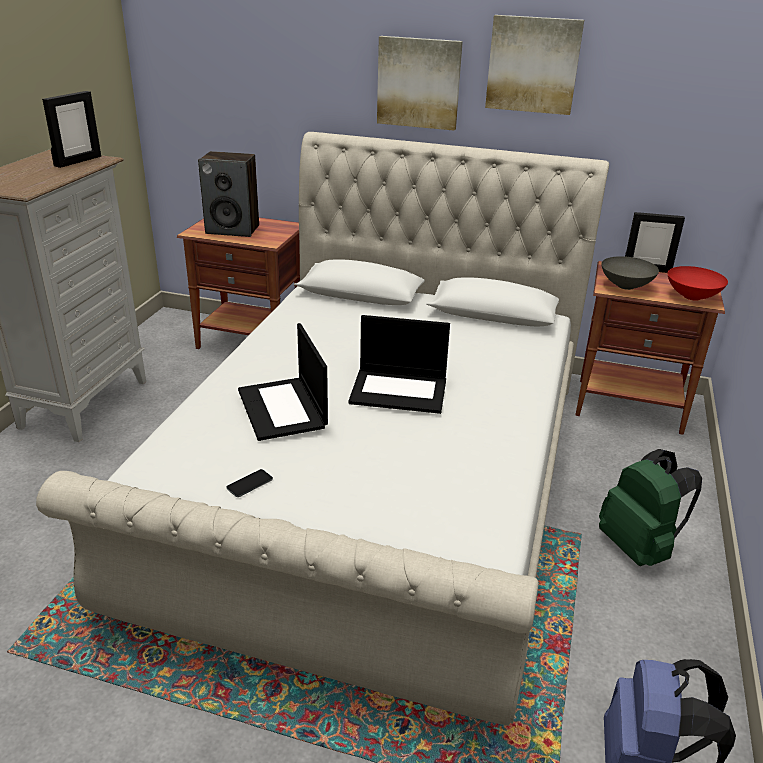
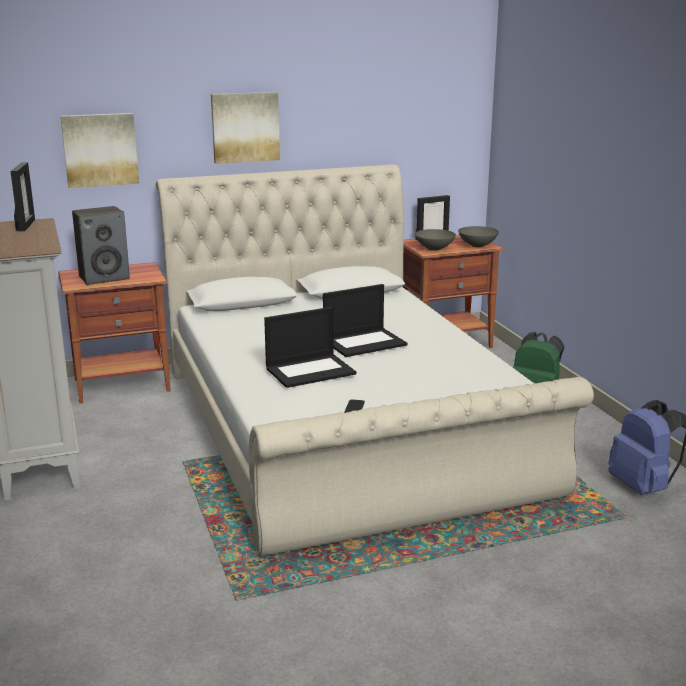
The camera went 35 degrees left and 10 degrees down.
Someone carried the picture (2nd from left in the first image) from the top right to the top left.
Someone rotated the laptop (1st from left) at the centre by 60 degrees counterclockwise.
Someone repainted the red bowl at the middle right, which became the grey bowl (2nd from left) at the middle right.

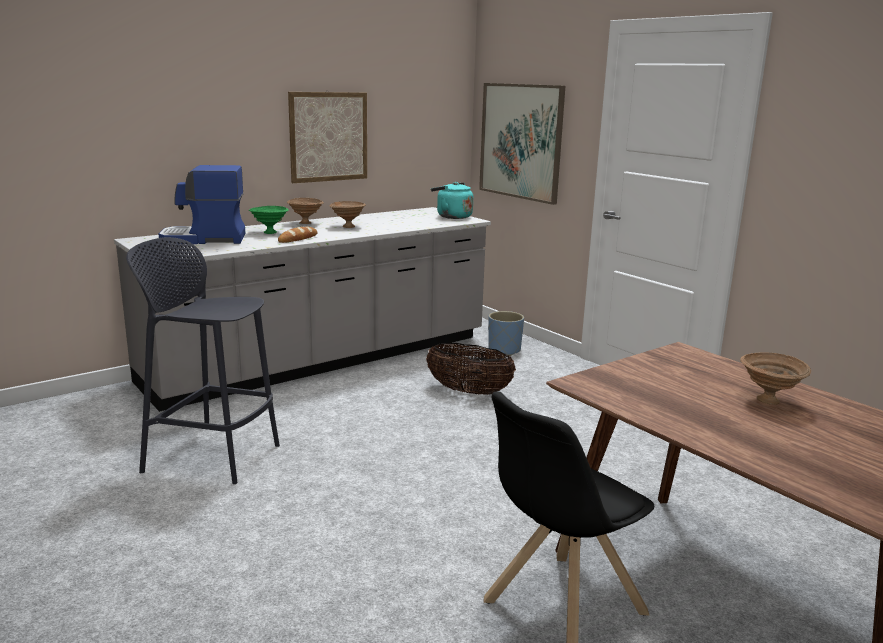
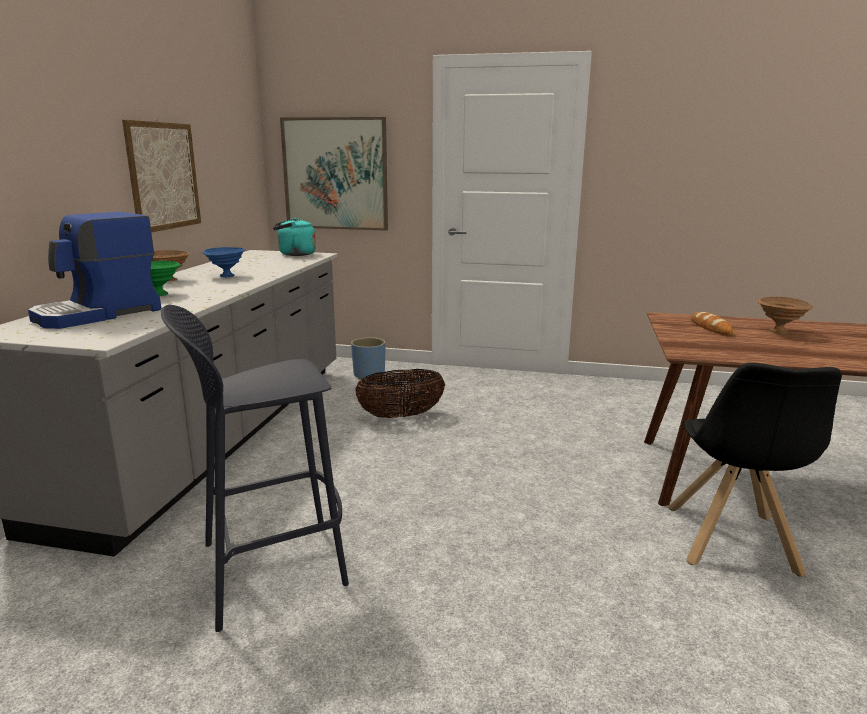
The camera went 40 degrees left and 0 degrees up.
Someone repainted the brown bowl (2nd from left) at the top centre, which became the blue bowl at the middle left.
Someone carried the bread from the centre to the middle right.

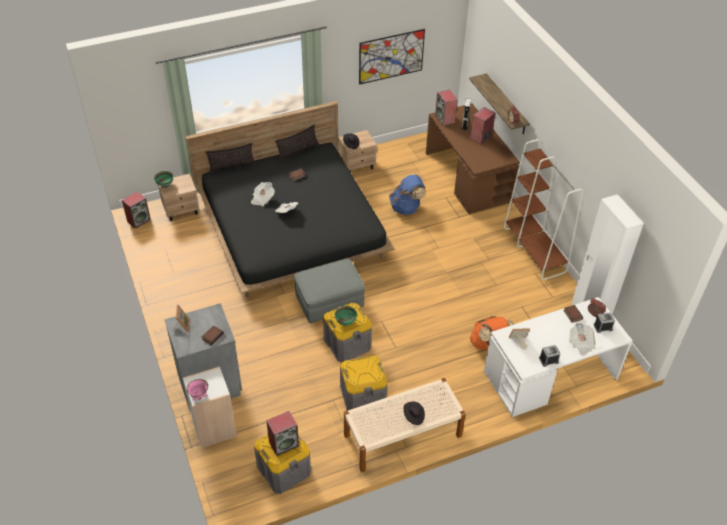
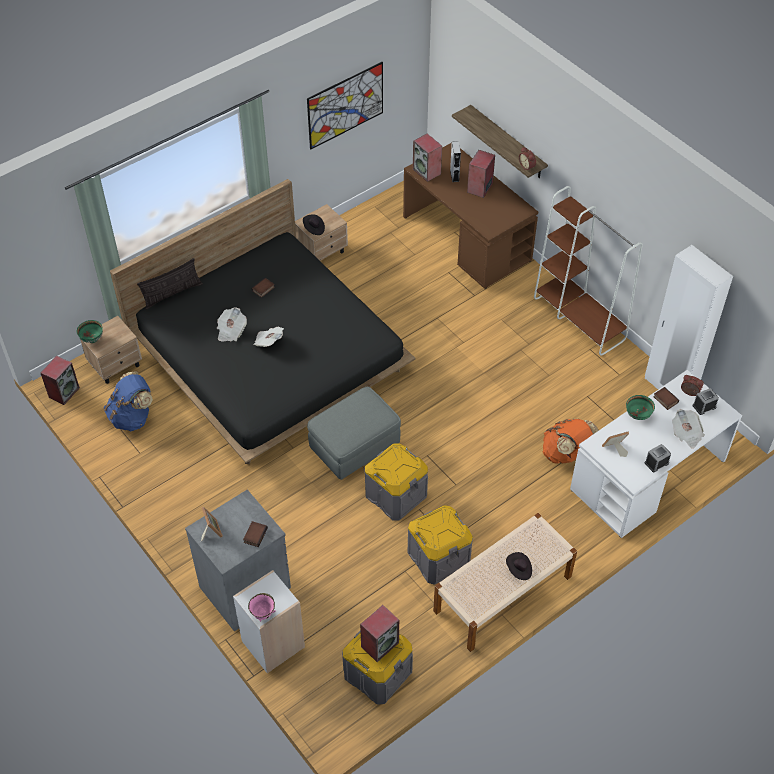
The camera went 15 degrees left and 5 degrees up.
Someone carried the blue backpack from the centre to the middle left.
Someone carried the green bowl (2nd from left) from the centre to the middle right.
Someone took away the pillow (2nd from left) at the top centre.

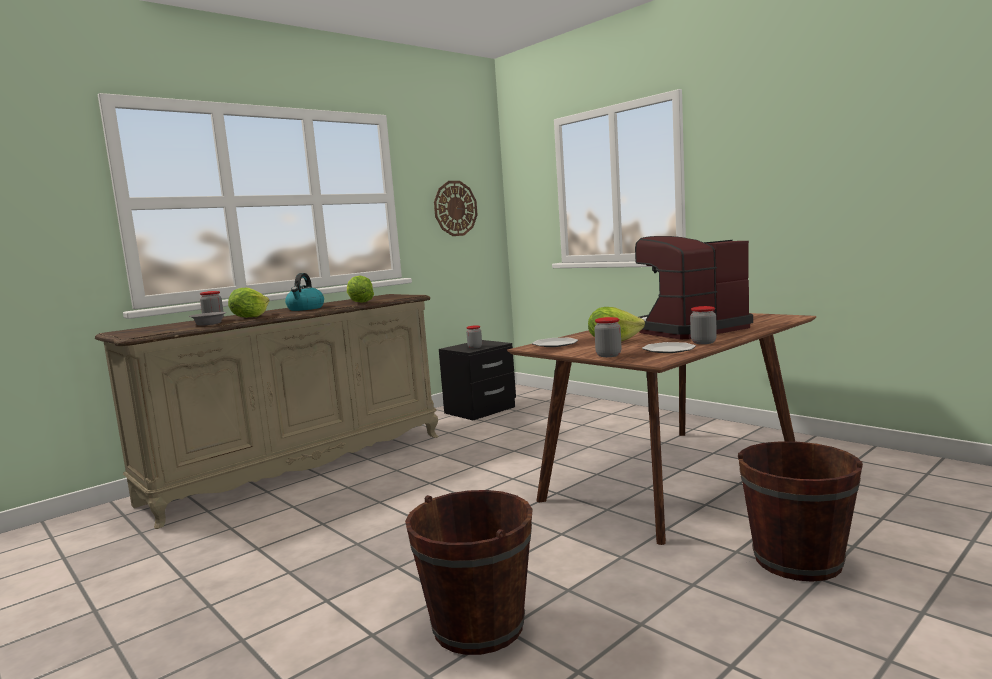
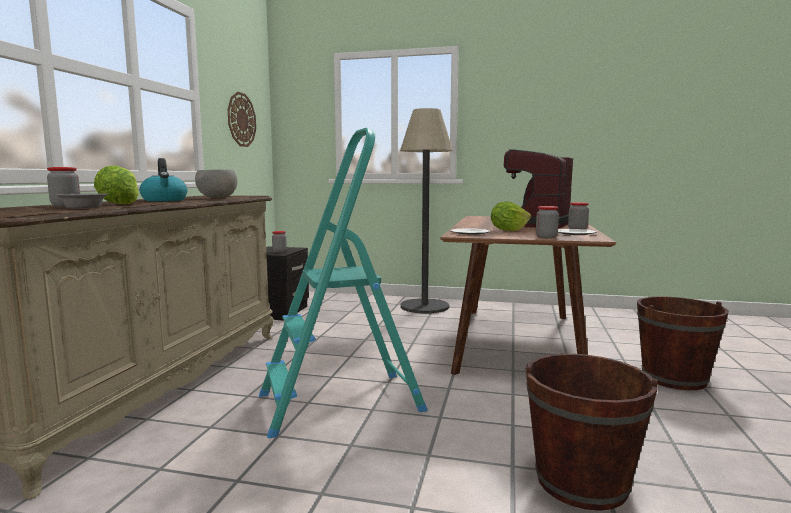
The camera went 35 degrees left and 0 degrees up.
Someone swapped the lettuce (2nd from left) at the centre for the grey bowl (2nd from left) at the middle left.
Someone put down the turquoise step ladder at the centre.
Someone put down the floor lamp at the centre.

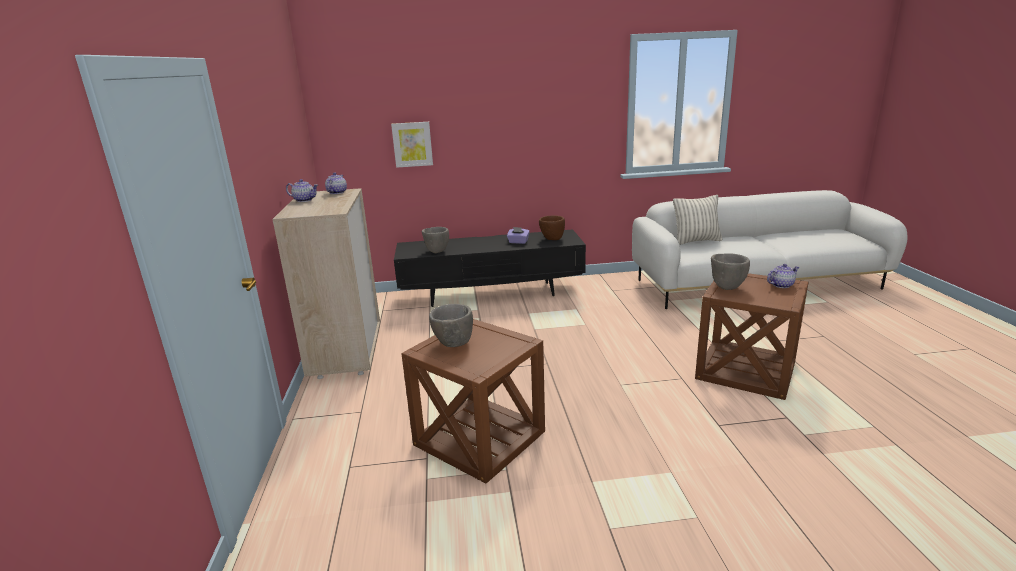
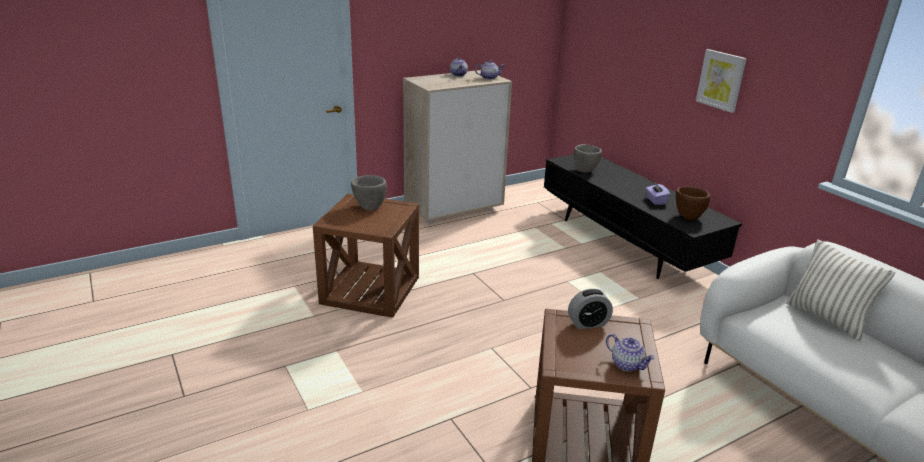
The camera went 65 degrees right and 5 degrees up.
Someone swapped the grey bowl (3rd from left) at the middle right for the alarm clock at the bottom centre.
Someone carried the picture from the top centre to the top right.

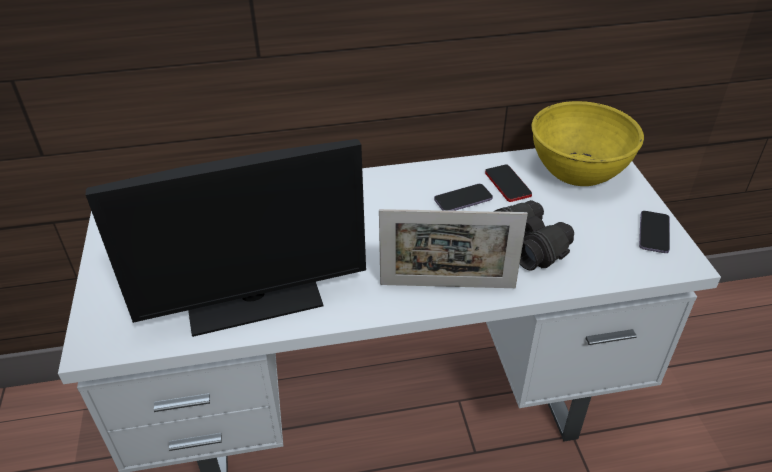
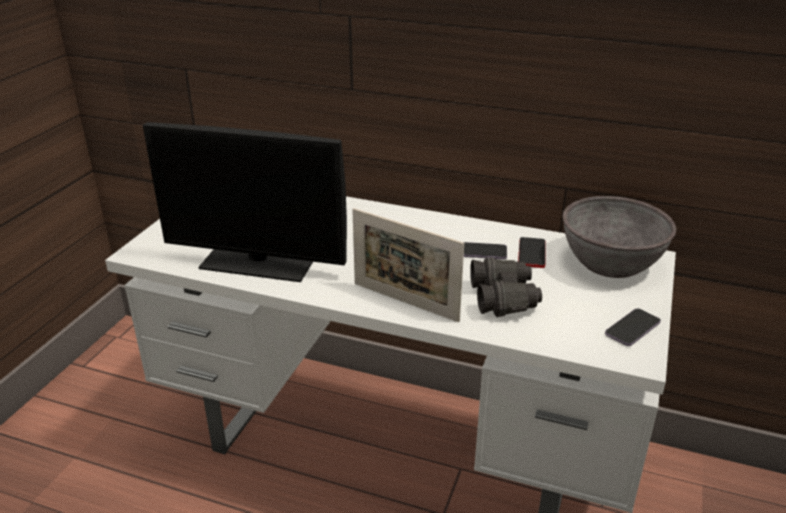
The camera went 30 degrees right and 10 degrees down.
Someone repainted the yellow bowl at the top right, which became the grey bowl at the middle right.

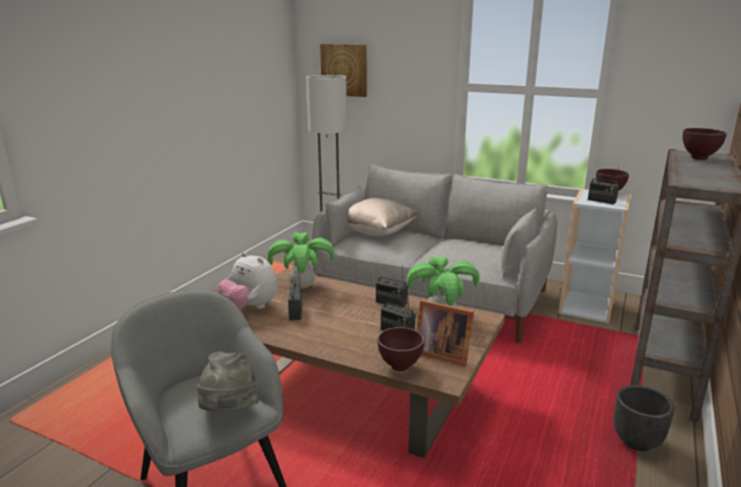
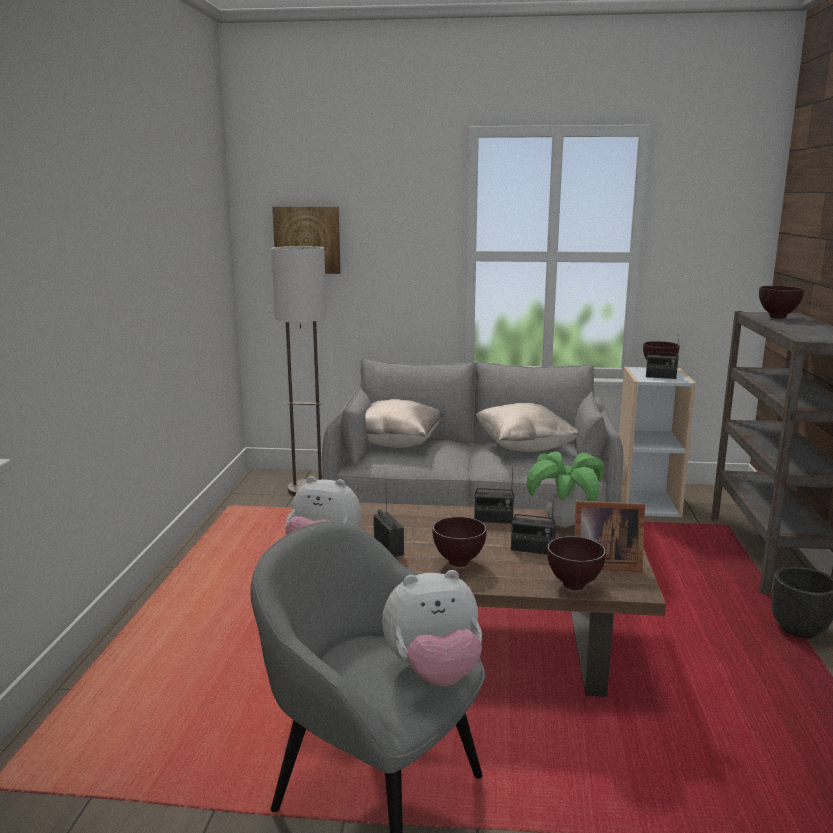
The camera went 20 degrees left and 5 degrees down.
Someone swapped the grey hat at the bottom left for the plush toy (2nd from left) at the bottom centre.
Someone put down the brown bowl (1st from left) at the centre.
Someone put down the beige pillow (2nd from left) at the centre.
Someone took away the potted plant (1st from left) at the centre.

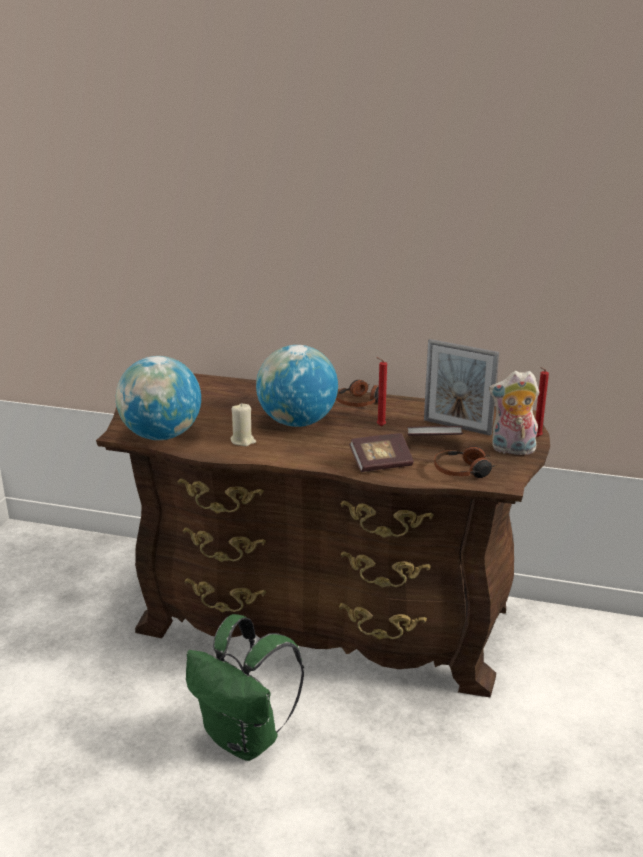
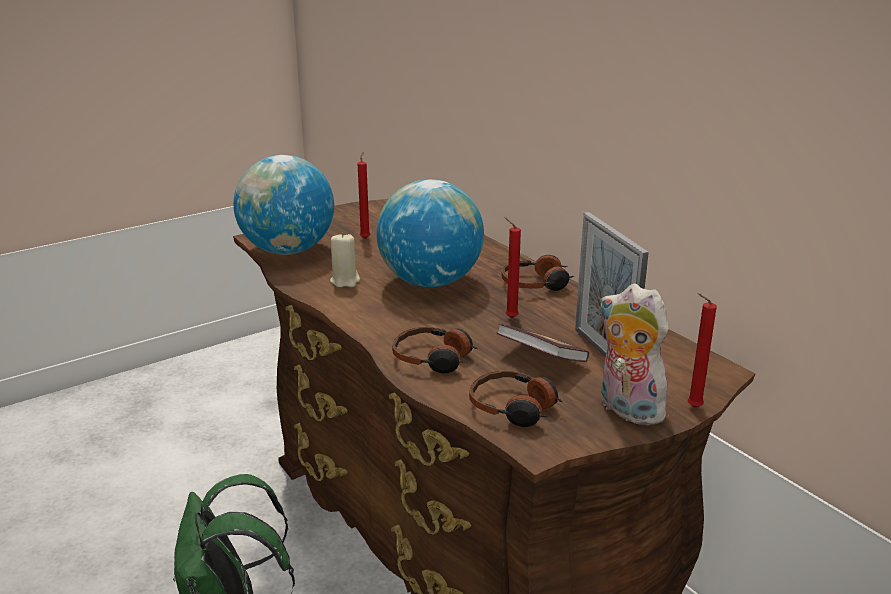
The camera went 40 degrees right and 0 degrees up.
Someone put down the red candle (1st from left) at the top centre.
Someone swapped the book (1st from left) at the centre for the headphones (1st from left) at the centre.

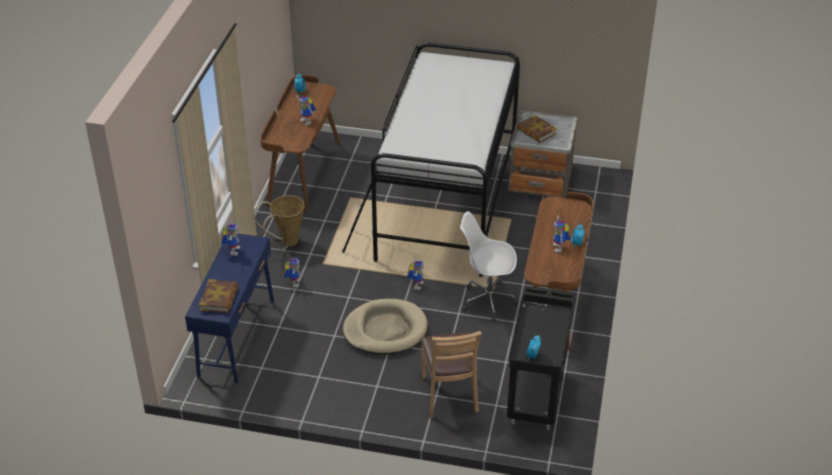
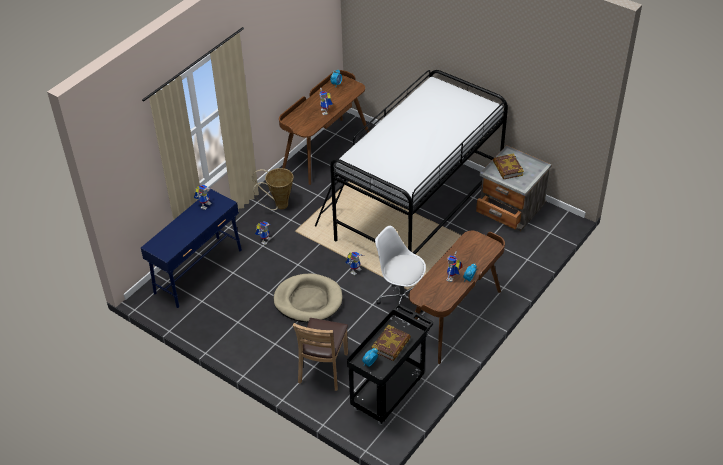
The camera went 25 degrees right and 5 degrees up.
Someone carried the book (1st from left) from the middle left to the bottom centre.

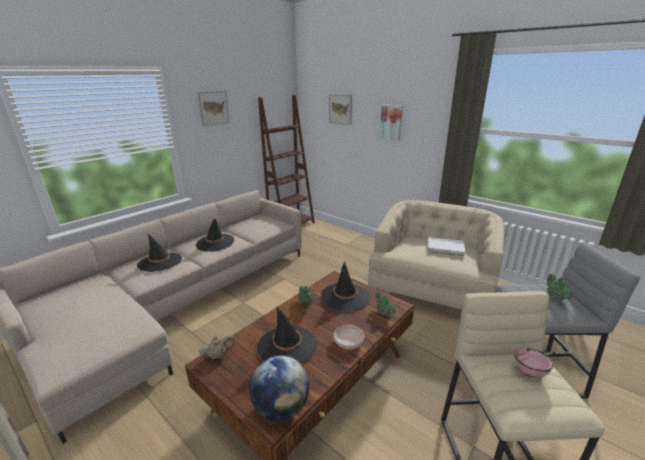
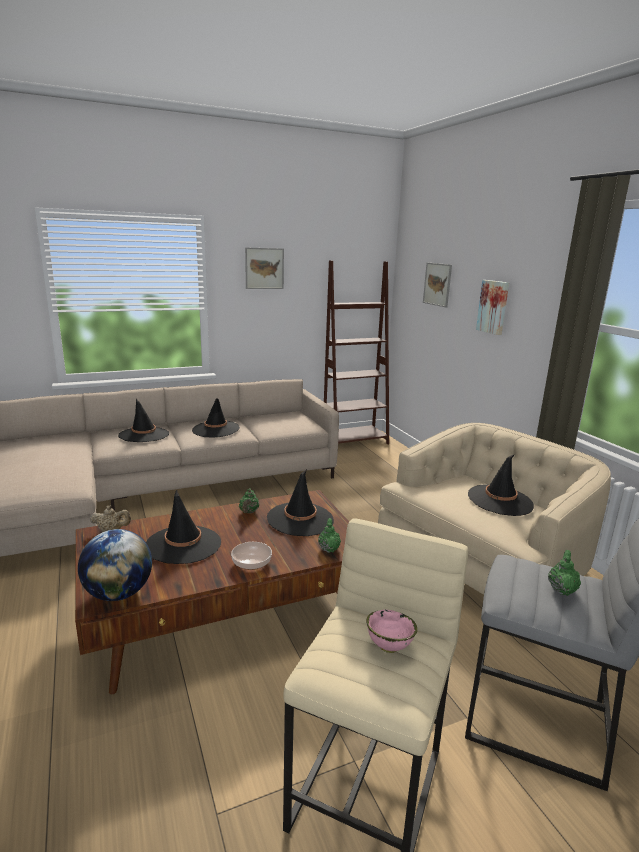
The camera went 25 degrees right and 5 degrees down.
Someone swapped the white book at the middle right for the black hat (5th from left) at the middle right.

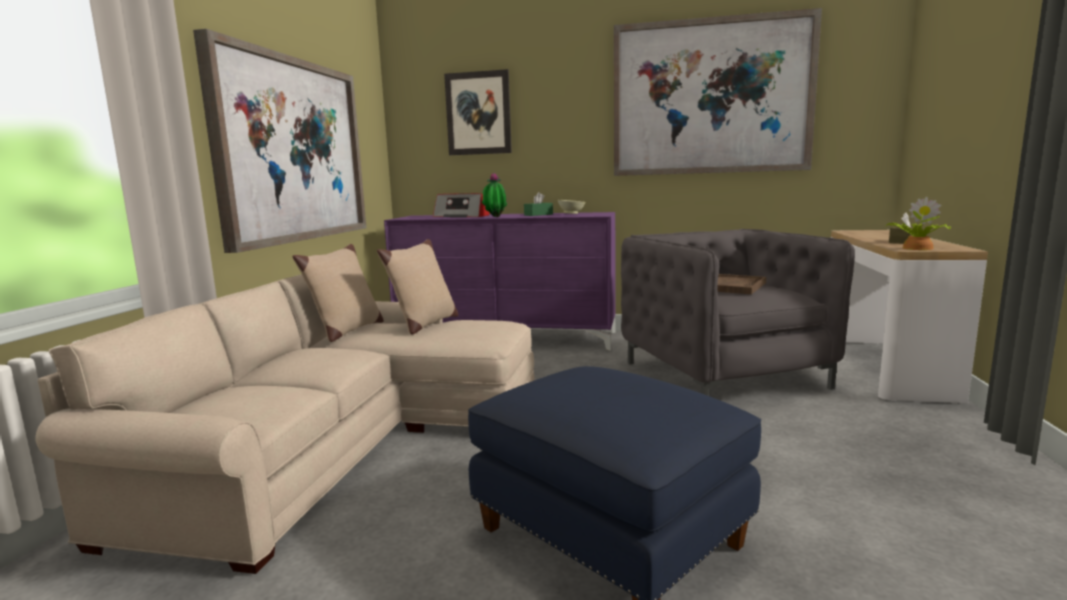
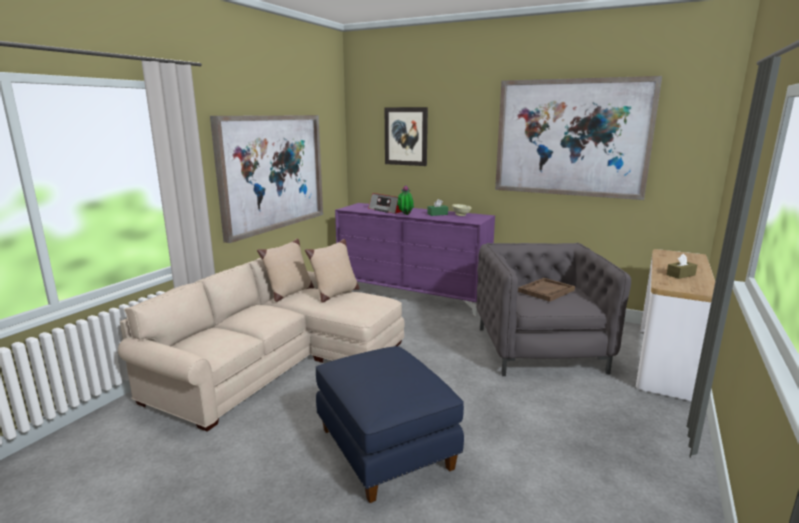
The camera went 15 degrees right and 5 degrees up.
Someone took away the potted plant (2nd from left) at the middle right.

